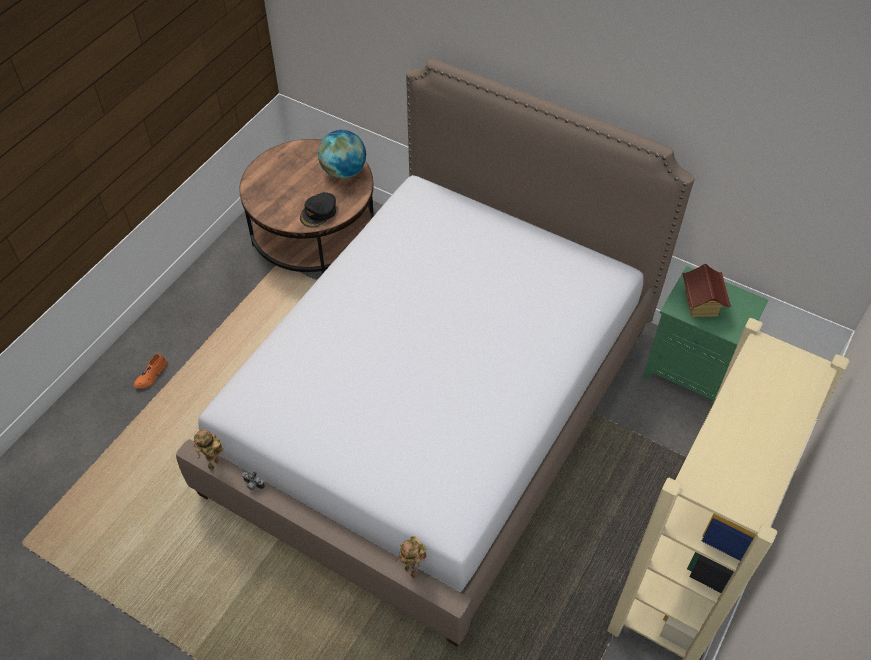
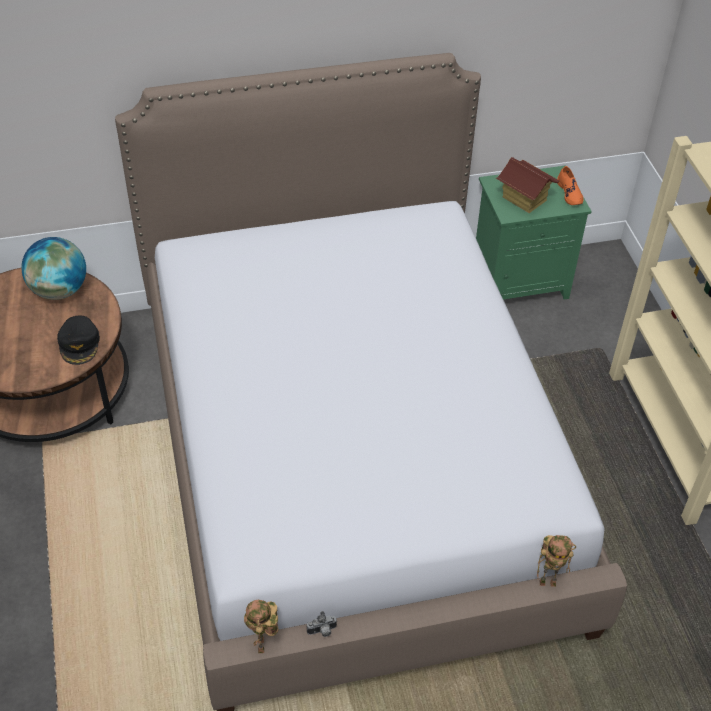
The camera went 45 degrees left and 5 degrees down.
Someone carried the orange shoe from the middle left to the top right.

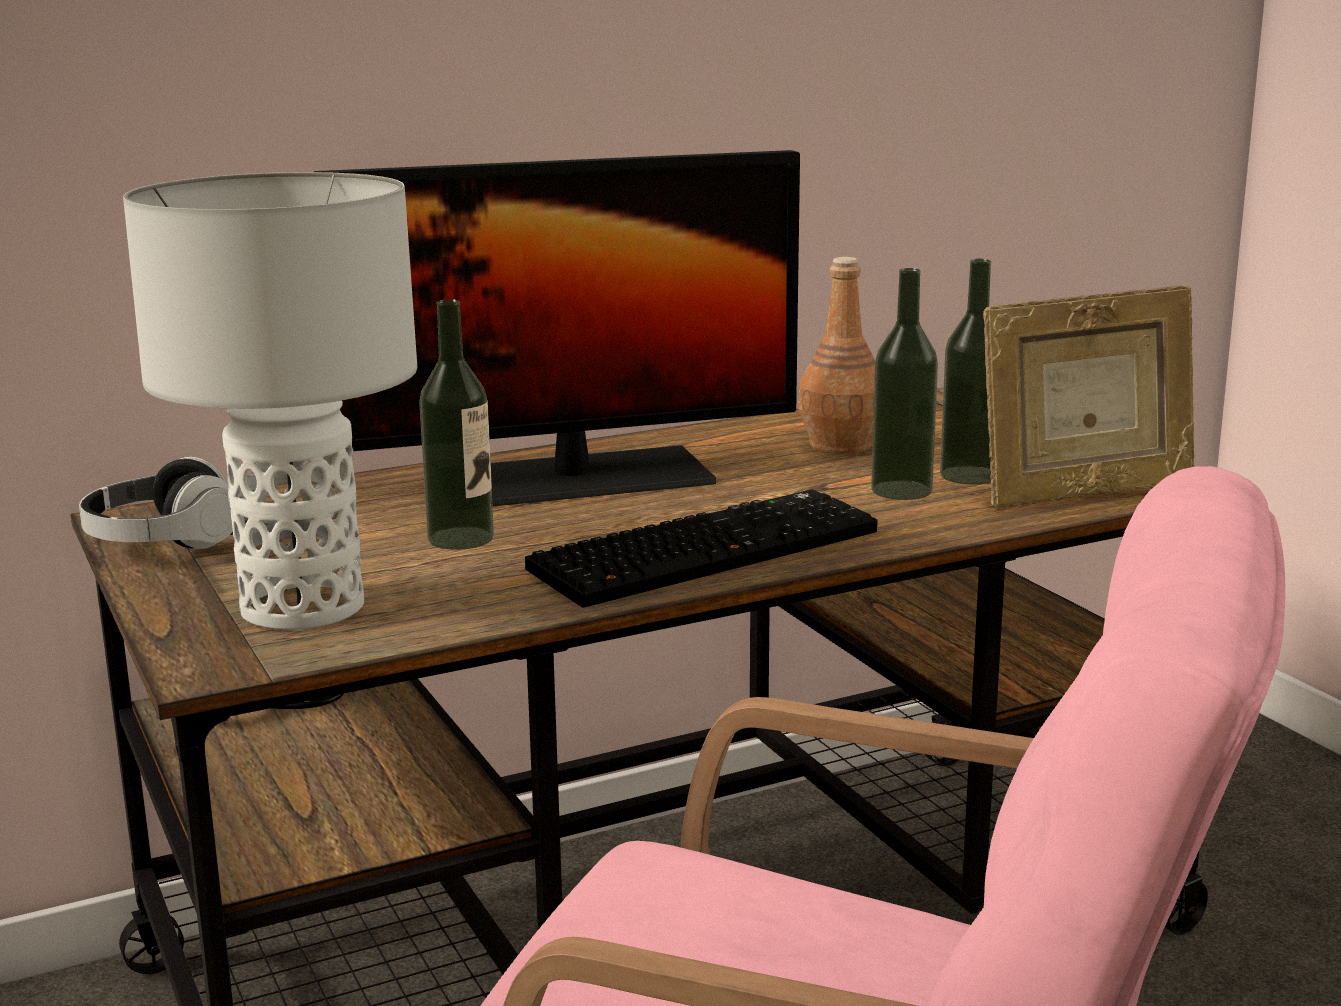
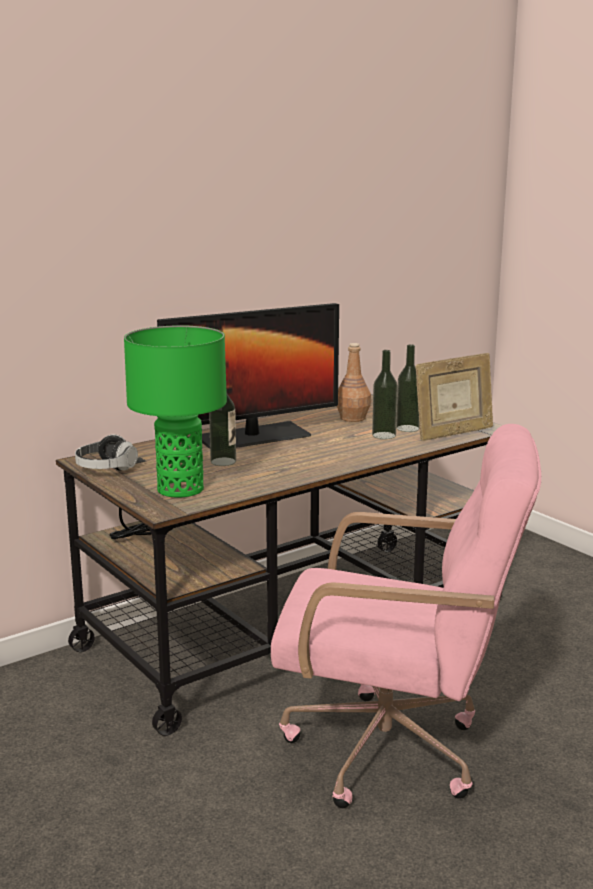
The camera went 10 degrees left and 0 degrees up.
Someone repainted the white table lamp at the middle left, which became the green table lamp at the middle left.
Someone took away the keyboard at the centre.

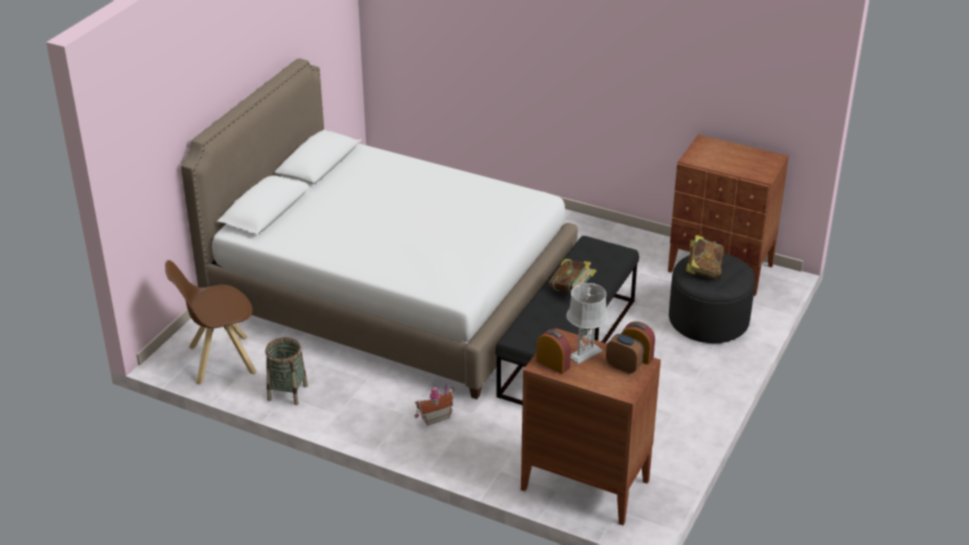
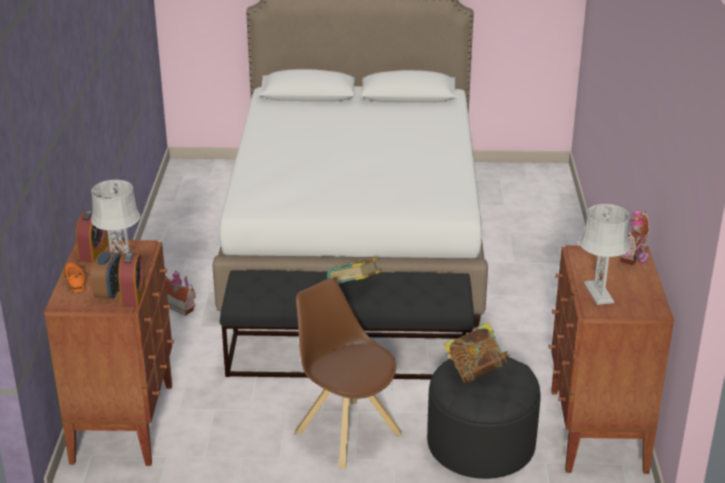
The camera went 65 degrees right and 5 degrees down.
Someone put down the orange shoe at the middle left.
Someone carried the brown chair from the middle left to the bottom centre.
Someone put down the grey table lamp (2nd from left) at the middle right.
Someone put down the toy house (2nd from left) at the middle right.
Someone took away the basket at the bottom left.

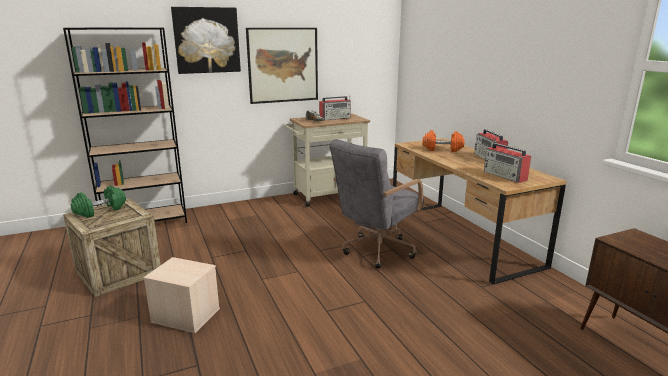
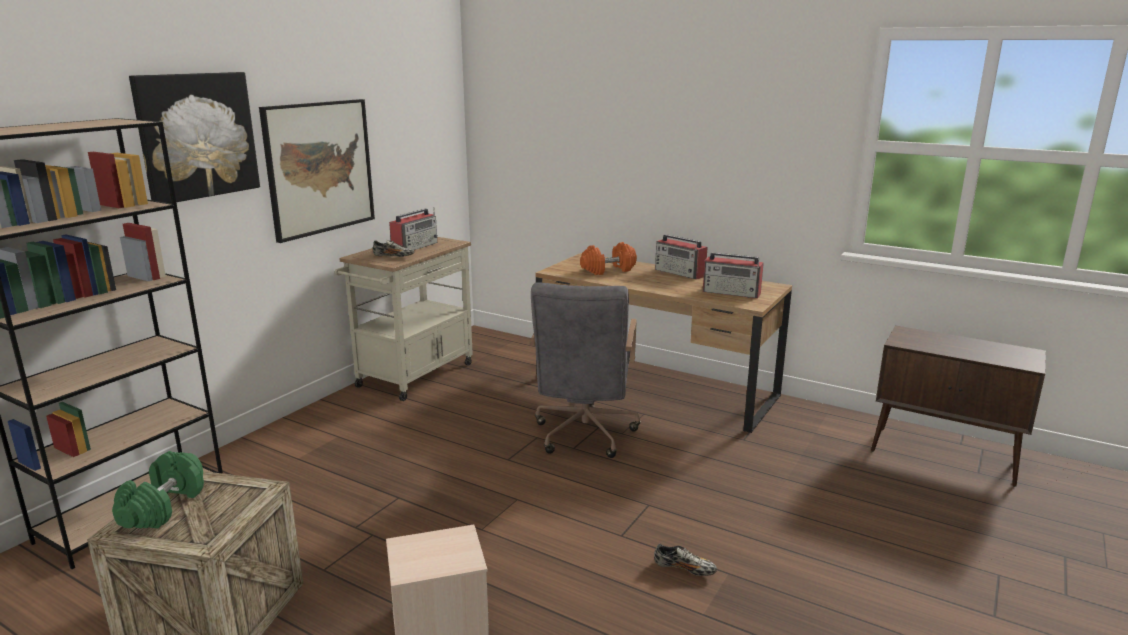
The camera went 35 degrees left and 0 degrees up.
Someone put down the shoe (2nd from left) at the bottom centre.

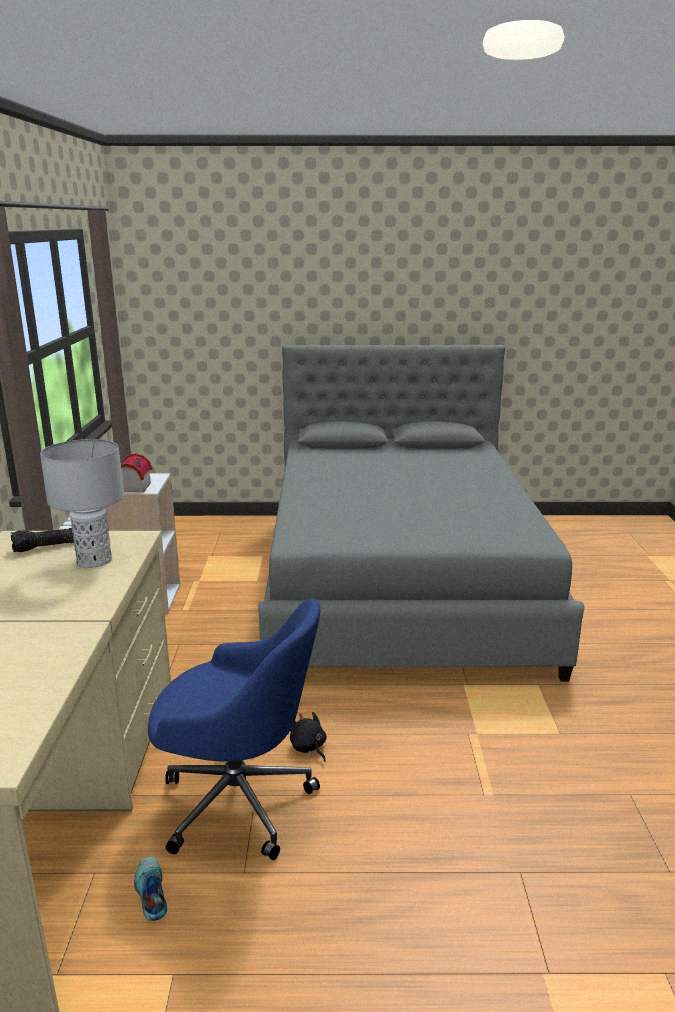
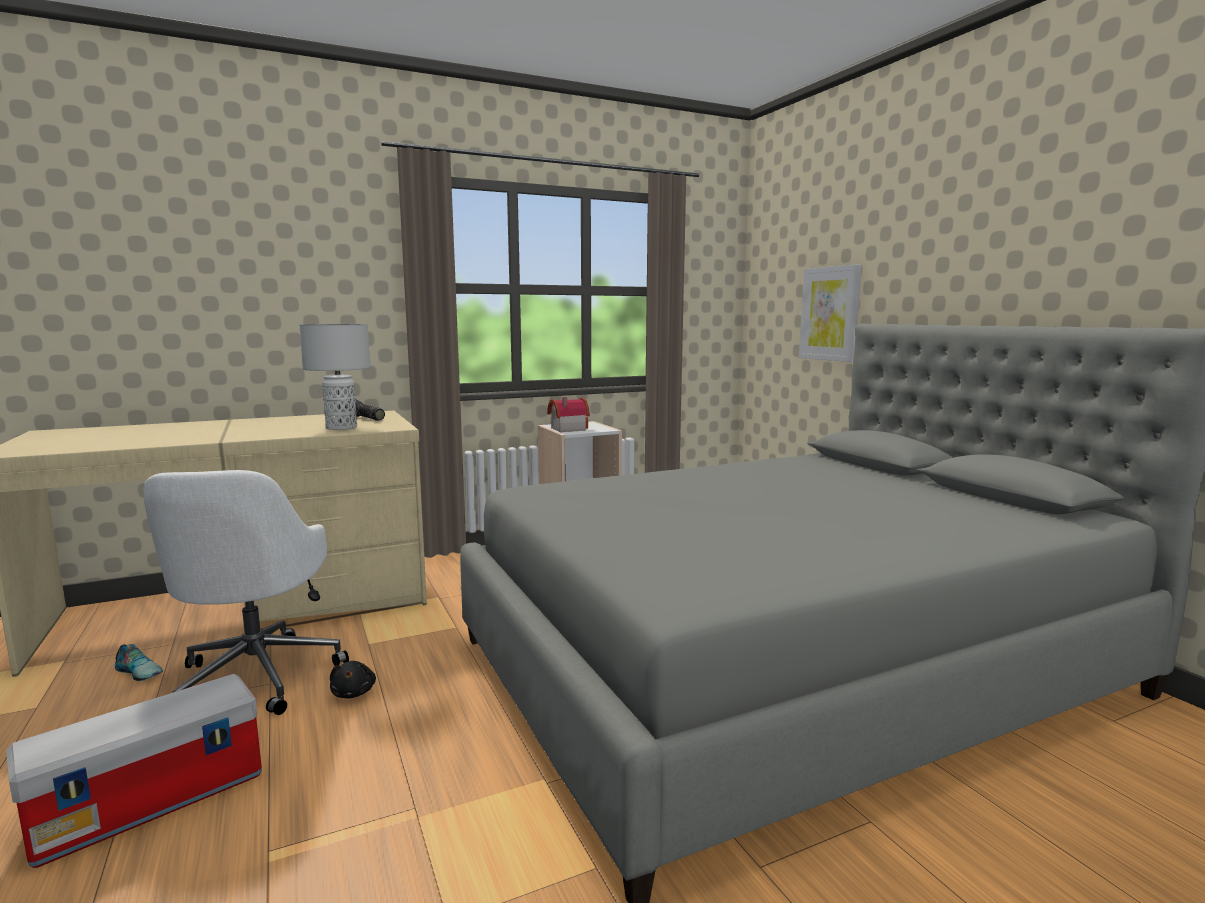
The camera went 65 degrees right and 10 degrees down.
Someone put down the storage box at the bottom left.
Someone rotated the shoe at the bottom left by 75 degrees clockwise.
Someone repainted the blue office chair at the bottom centre, which became the white office chair at the middle left.
Someone rotated the black plush toy at the bottom centre by 135 degrees clockwise.
Someone put up the picture at the middle right.

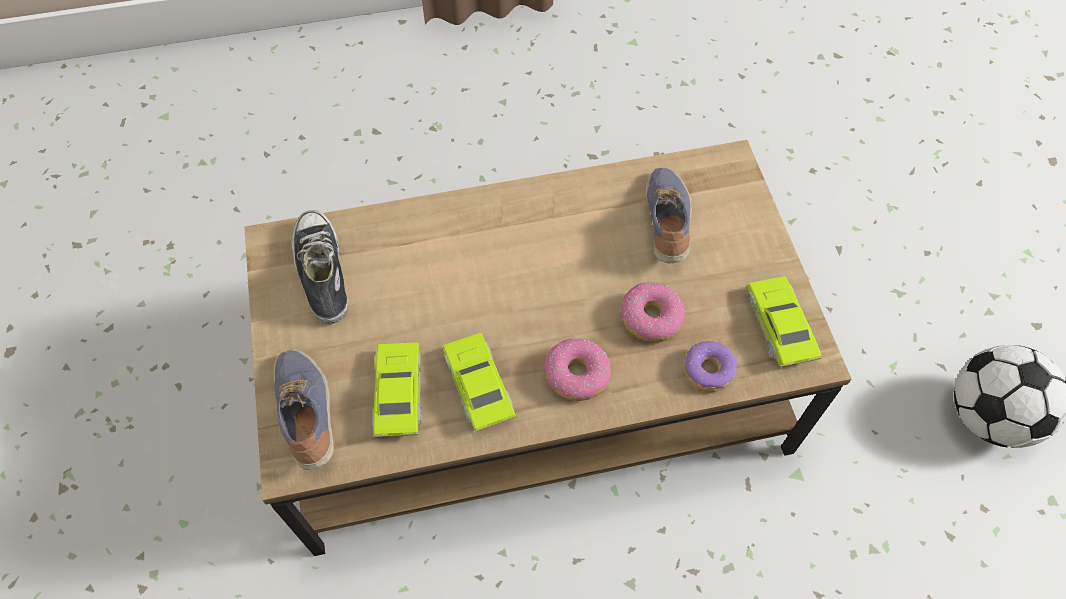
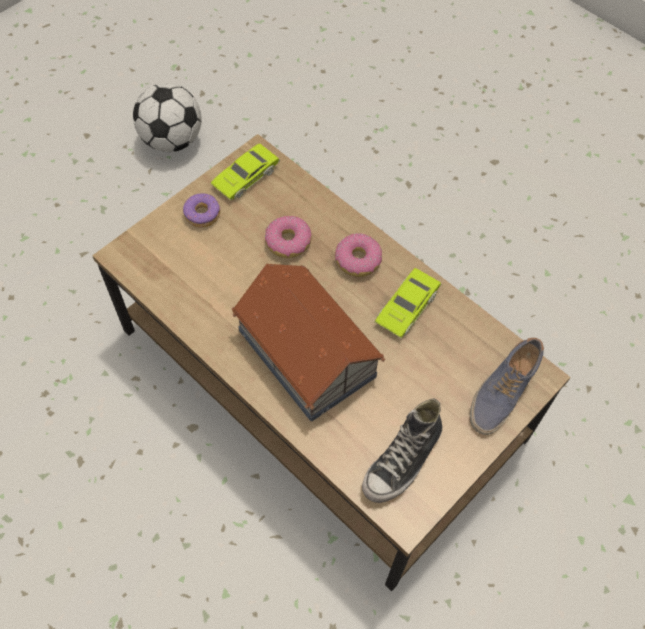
The camera went 125 degrees left and 0 degrees up.
Someone carried the donut (3rd from left in the first image) from the centre to the middle left.
Someone put down the toy house at the centre.
Someone took away the green toy car (1st from left) at the centre.
Someone took away the shoe (3rd from left) at the centre.

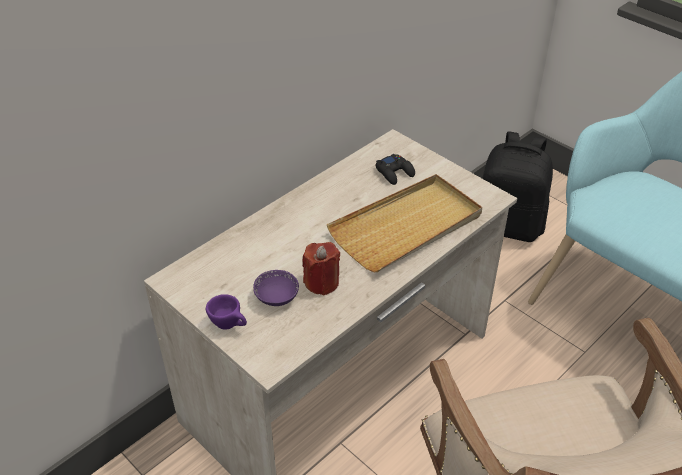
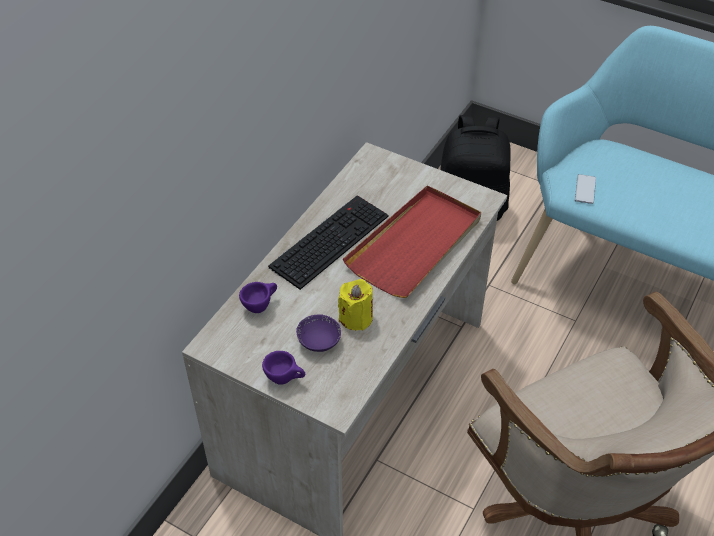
The camera went 15 degrees left and 5 degrees up.
Someone put down the purple cup (1st from left) at the centre.
Someone put down the keyboard at the centre.
Someone repainted the red candle at the centre, which became the yellow candle at the centre.
Someone repainted the beige tray at the centre, which became the red tray at the centre.
Someone put down the phone at the middle right.
Someone took away the black game controller at the centre.

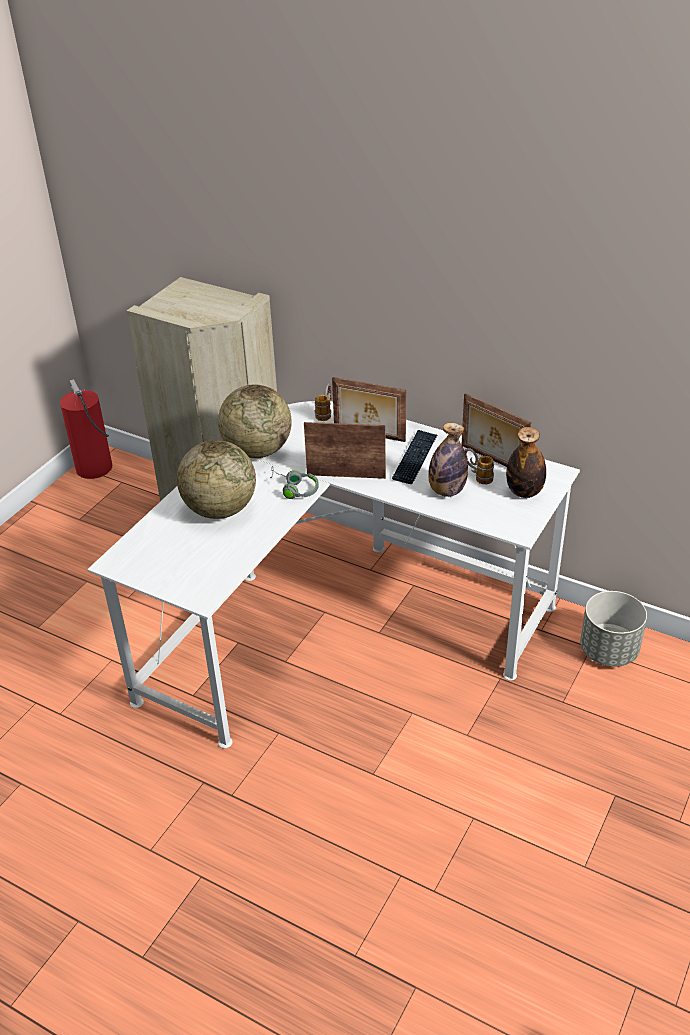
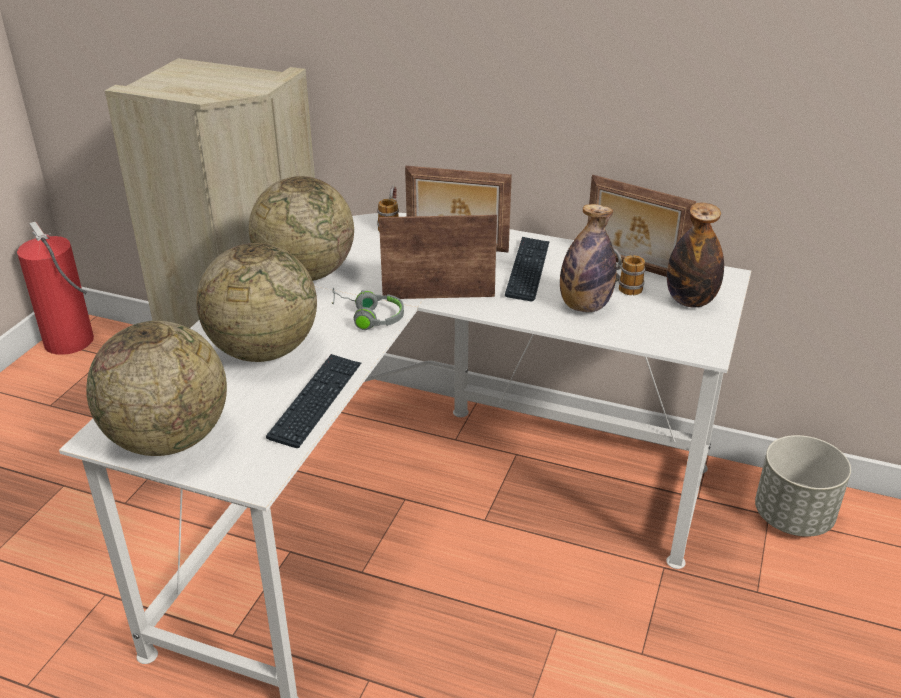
The camera went 10 degrees left and 5 degrees down.
Someone put down the globe (1st from left) at the middle left.
Someone put down the keyboard (1st from left) at the centre.

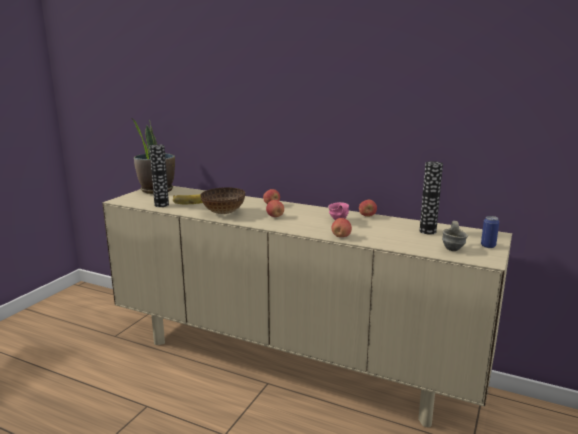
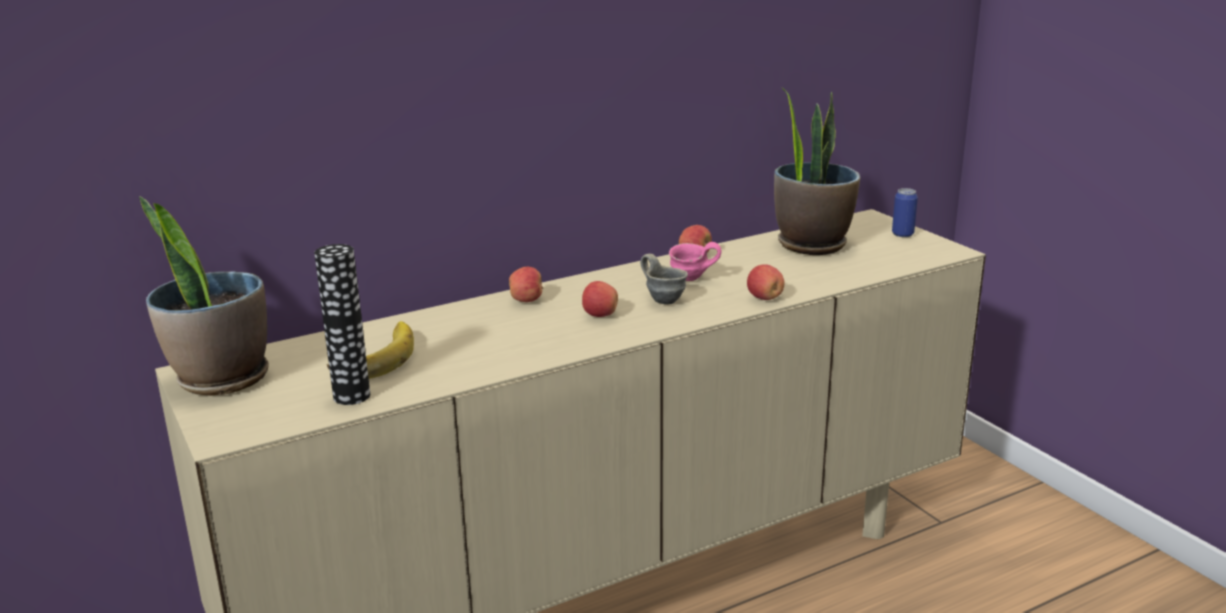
The camera went 55 degrees left and 5 degrees up.
Someone carried the grey mug from the middle right to the centre.
Someone swapped the vase (2nd from left) at the middle right for the potted plant (2nd from left) at the top centre.
Someone took away the bowl at the centre.

